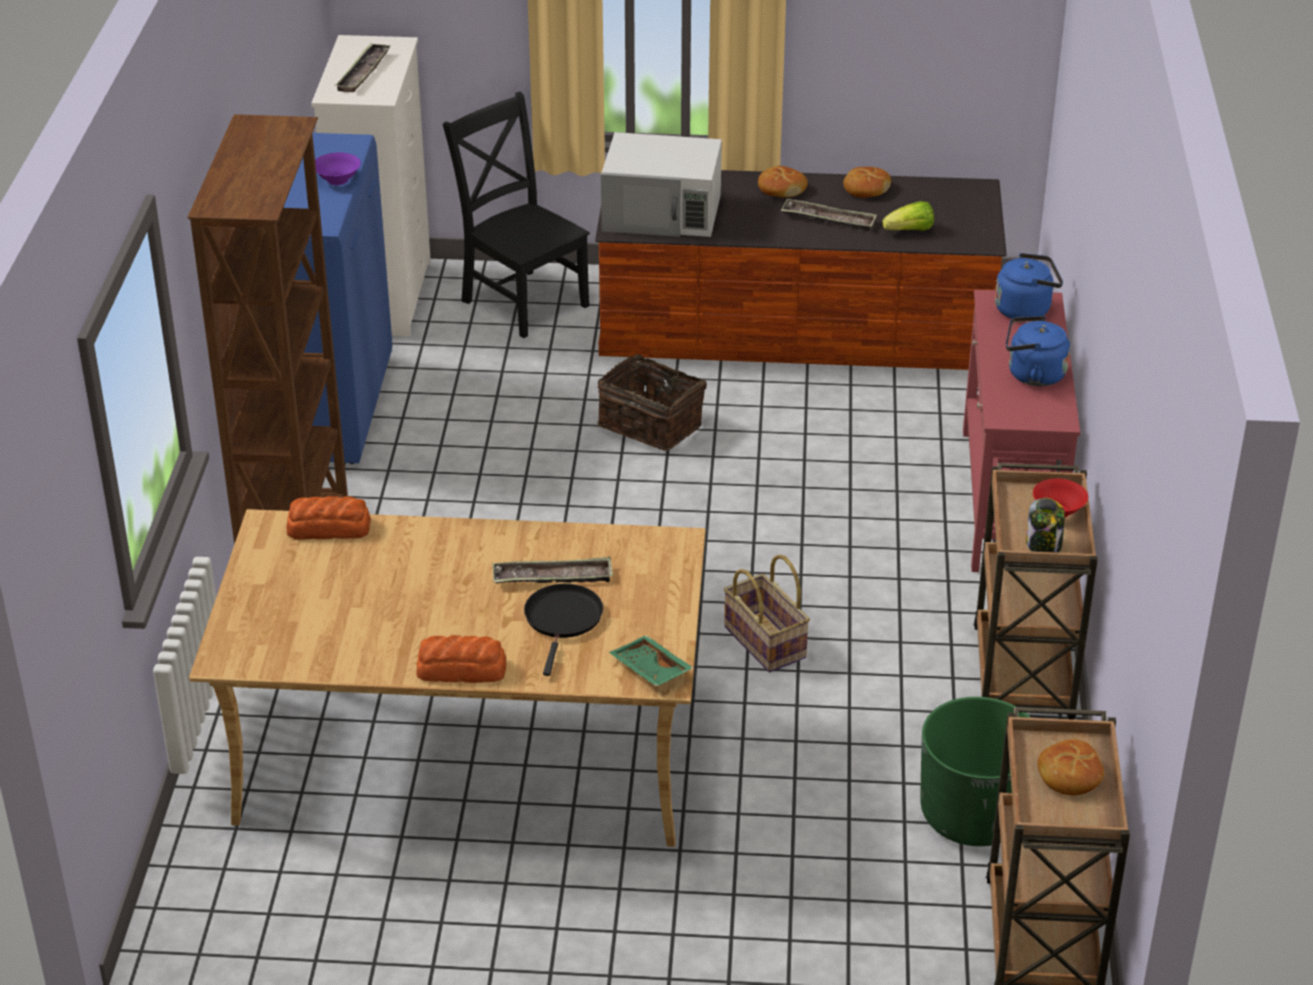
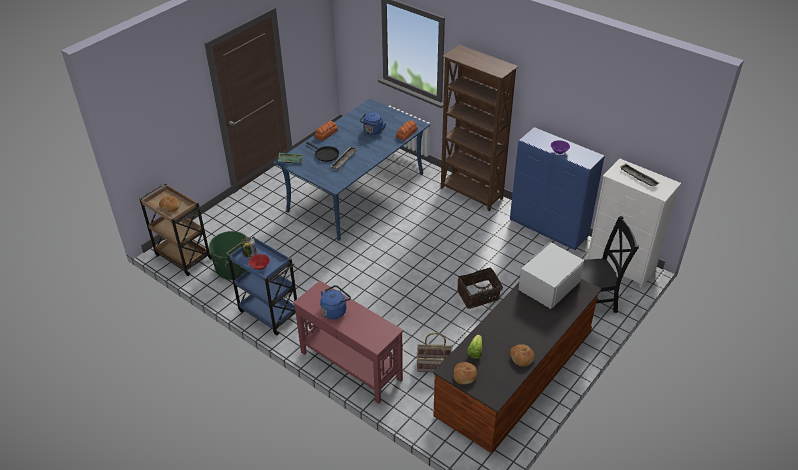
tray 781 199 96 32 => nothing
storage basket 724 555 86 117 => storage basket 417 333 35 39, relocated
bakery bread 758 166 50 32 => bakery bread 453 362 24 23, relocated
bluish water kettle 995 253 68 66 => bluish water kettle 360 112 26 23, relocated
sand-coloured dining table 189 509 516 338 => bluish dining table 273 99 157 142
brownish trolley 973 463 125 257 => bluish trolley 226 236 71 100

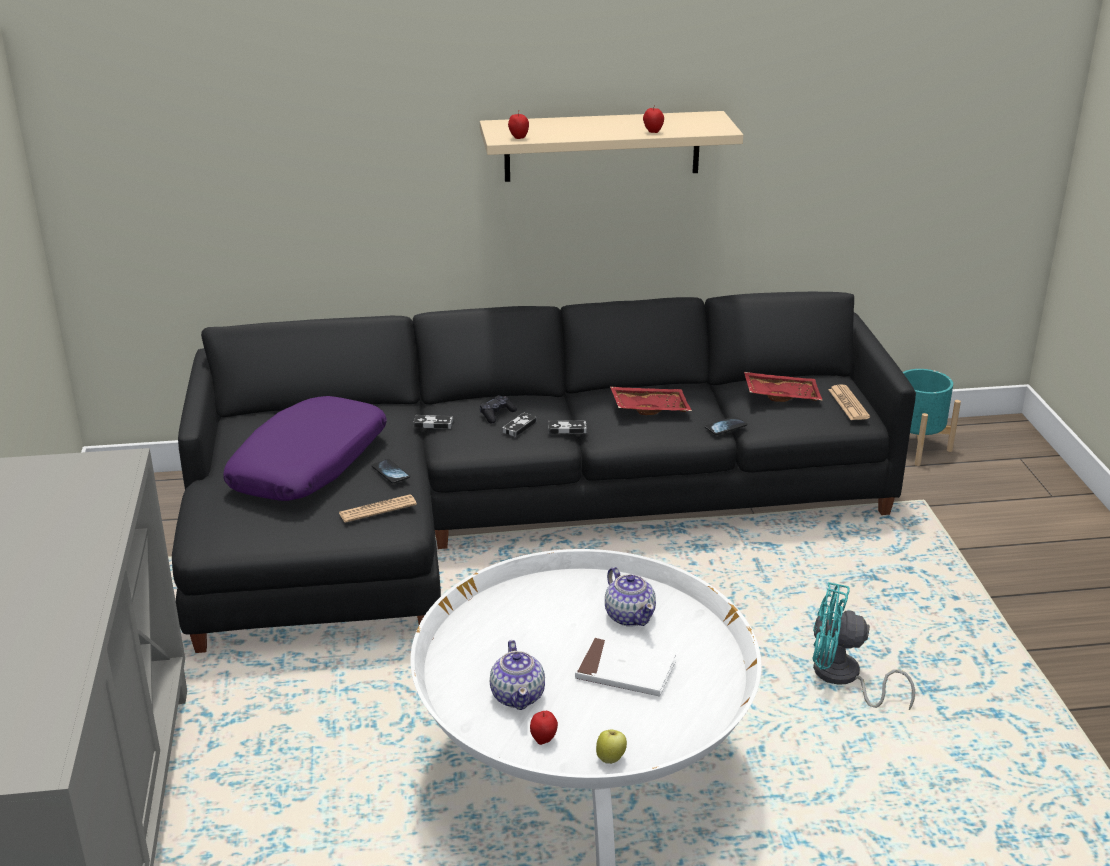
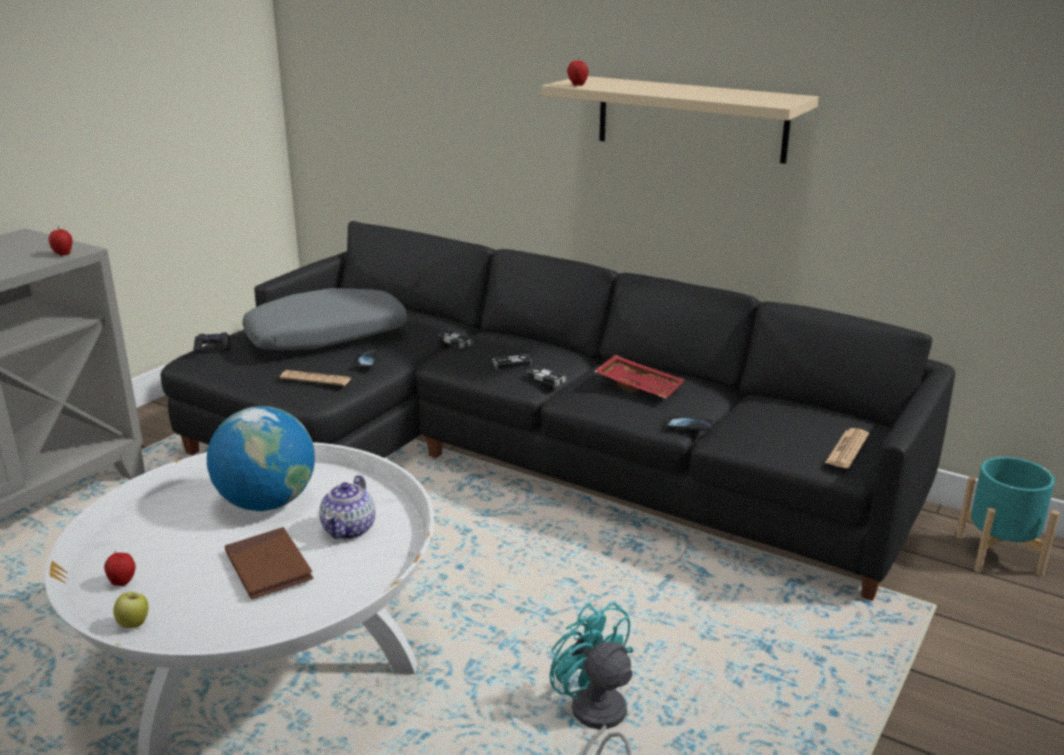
pot for tea 490 640 55 70 => nothing
red-coloured tray 744 372 78 30 => nothing
nothing => world globe 207 406 108 105
black-coloured game controller 480 395 37 28 => black-coloured game controller 193 333 38 20, relocated
apple 643 105 21 28 => apple 49 227 23 29, relocated
purplish pillow 223 396 164 105 => greyish pillow 242 288 166 62
whitish volume 575 637 101 59 => brownish volume 225 527 89 72

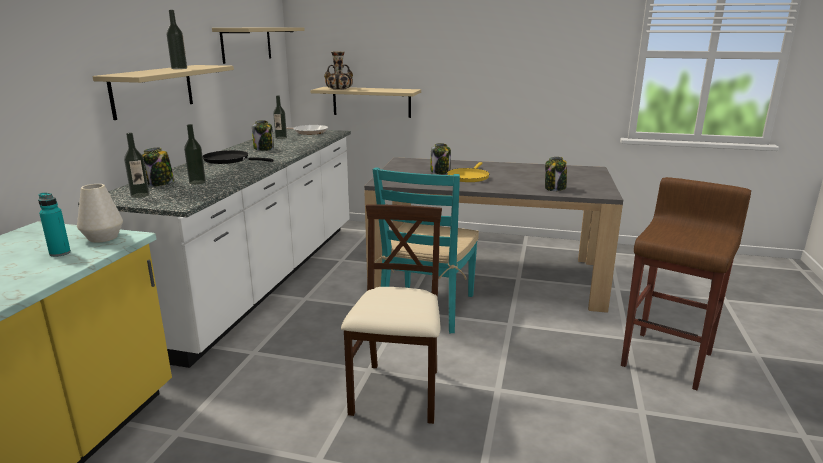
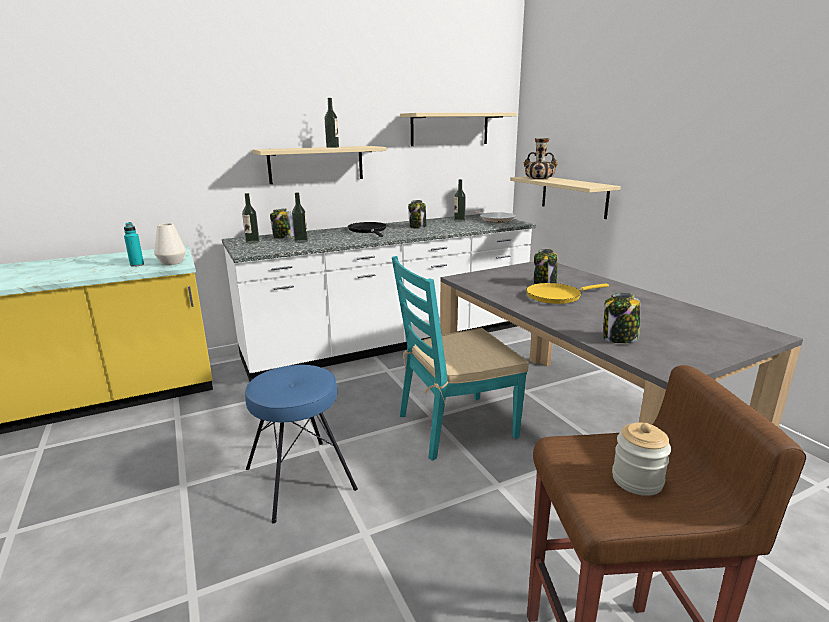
nothing => storage jar 612 423 59 73
sand-coloured plain chair 341 204 101 220 => bluish stool 245 365 113 158

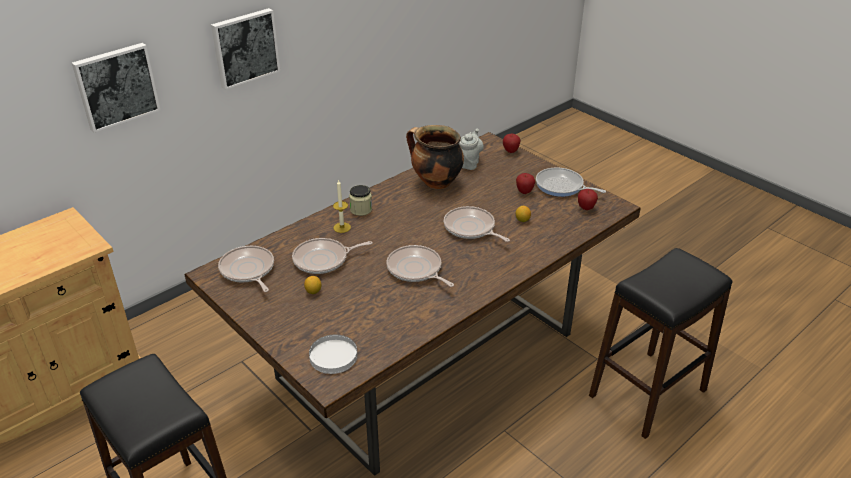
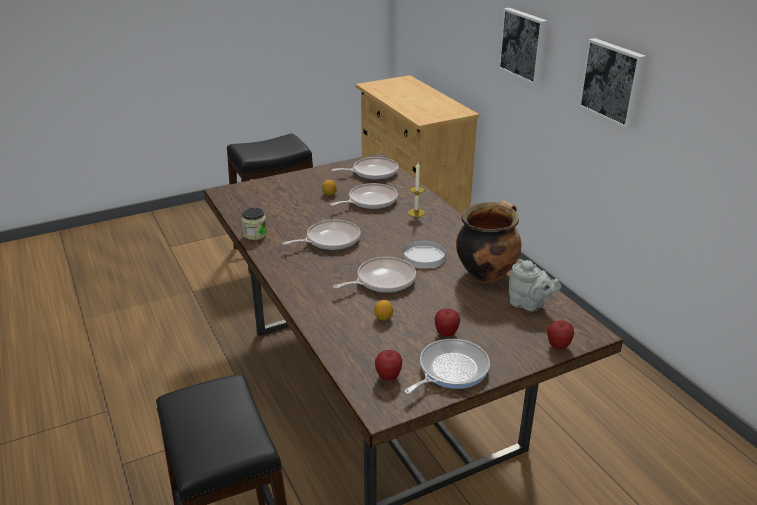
whitish plate 309 335 48 39 => whitish plate 403 240 43 28, relocated
storage jar 349 185 23 31 => storage jar 241 208 26 32, relocated
skillet 292 238 81 36 => skillet 330 183 68 26, 60 degrees clockwise

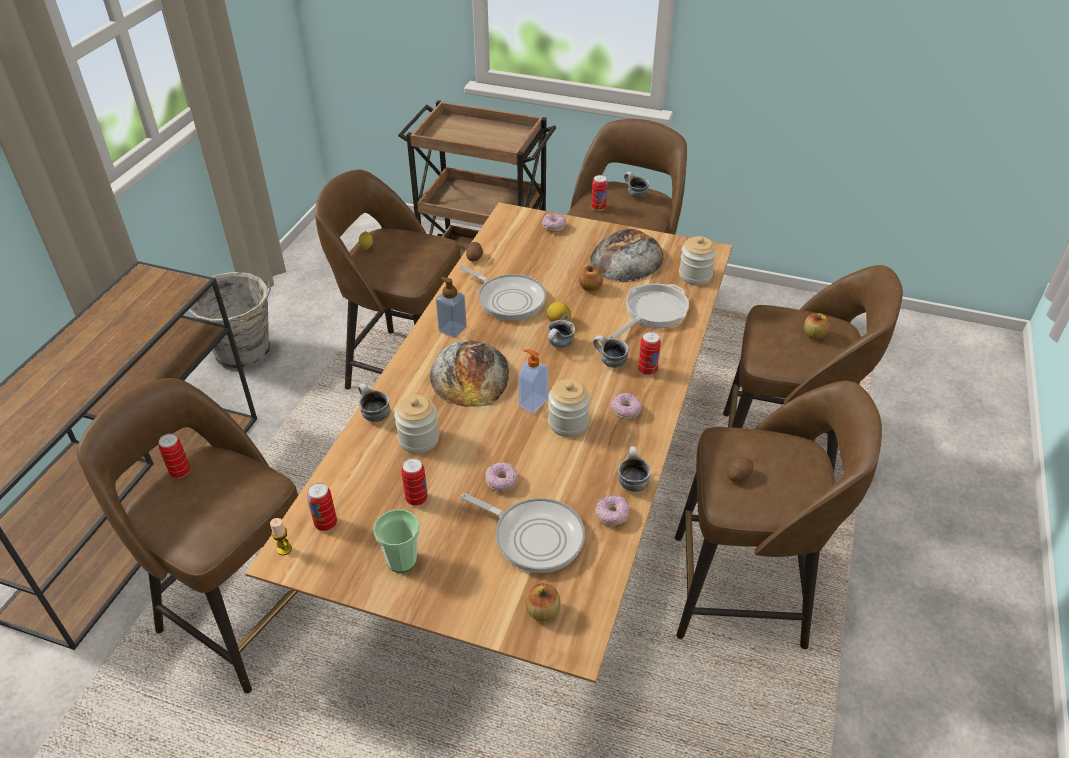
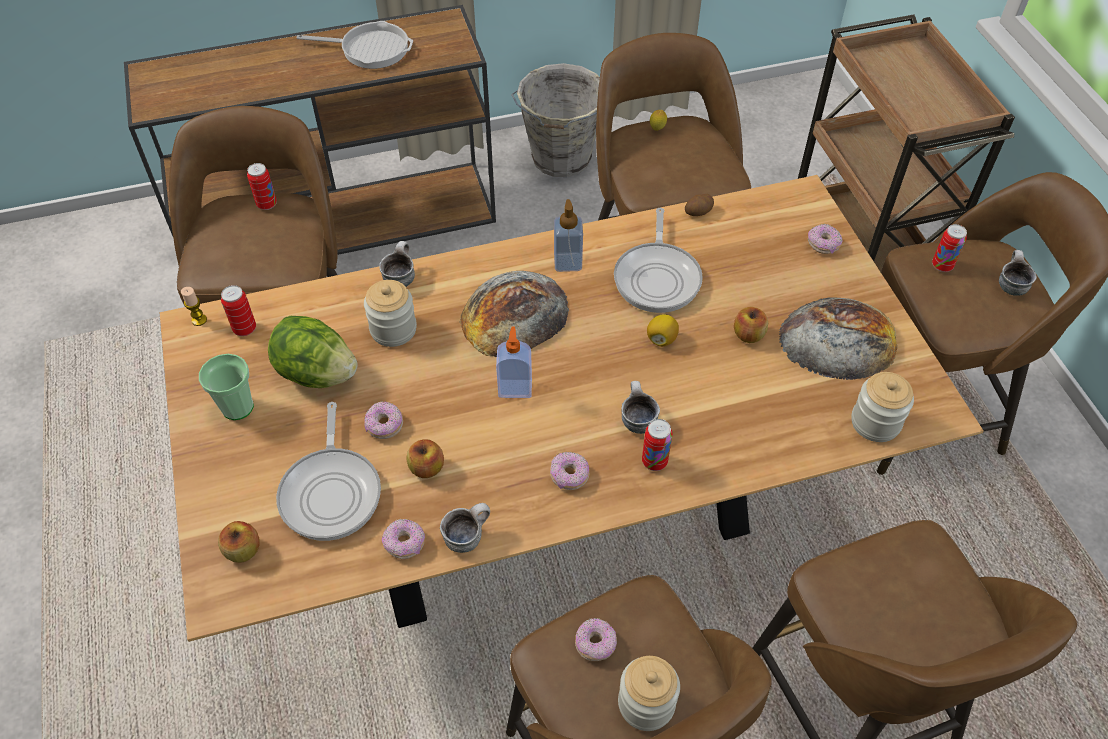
mug 548 320 27 28 => nothing
storage jar 548 379 42 58 => storage jar 618 656 62 75, relocated
skillet 608 283 81 56 => skillet 297 21 116 48, relocated
apple 804 313 26 26 => apple 406 439 38 39, relocated
can 401 458 27 48 => lettuce head 268 316 90 72
whole potato 727 458 26 24 => donut 575 618 42 43

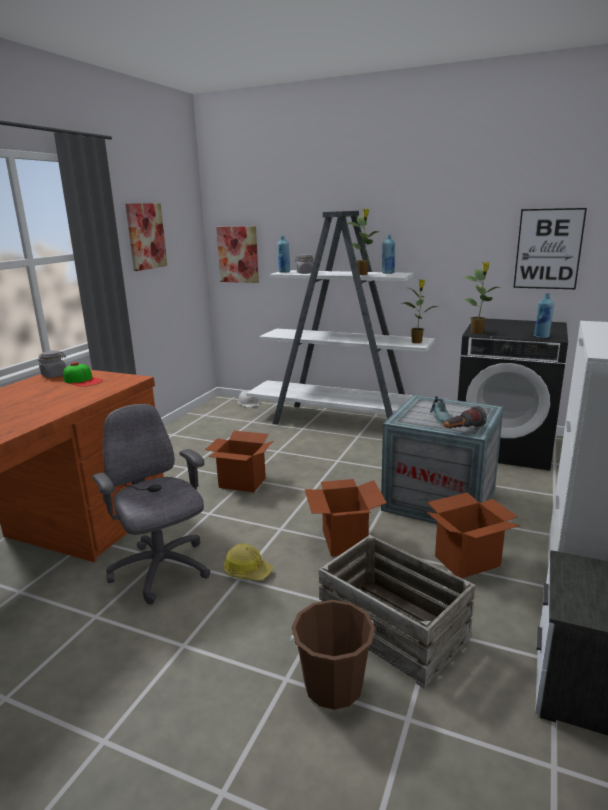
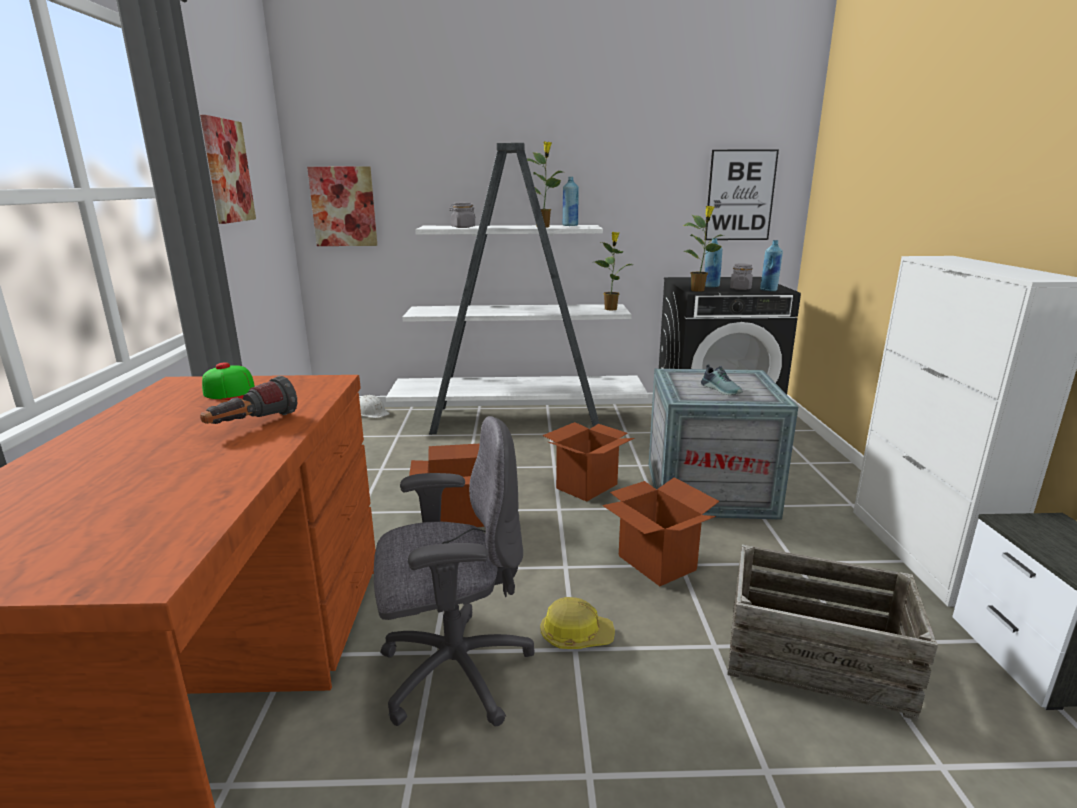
brownish pail 290 600 85 110 => nothing
greyish storage jar 38 350 28 28 => greyish storage jar 730 263 23 27, relocated
bluish drink bottle 277 236 13 37 => bluish drink bottle 704 238 18 49, relocated
cardboard box 427 492 93 86 => cardboard box 543 422 92 80, relocated
hand torch 443 406 44 23 => hand torch 200 376 97 48, relocated
greyish desk chair 92 404 118 200 => greyish desk chair 374 416 161 310, 135 degrees clockwise

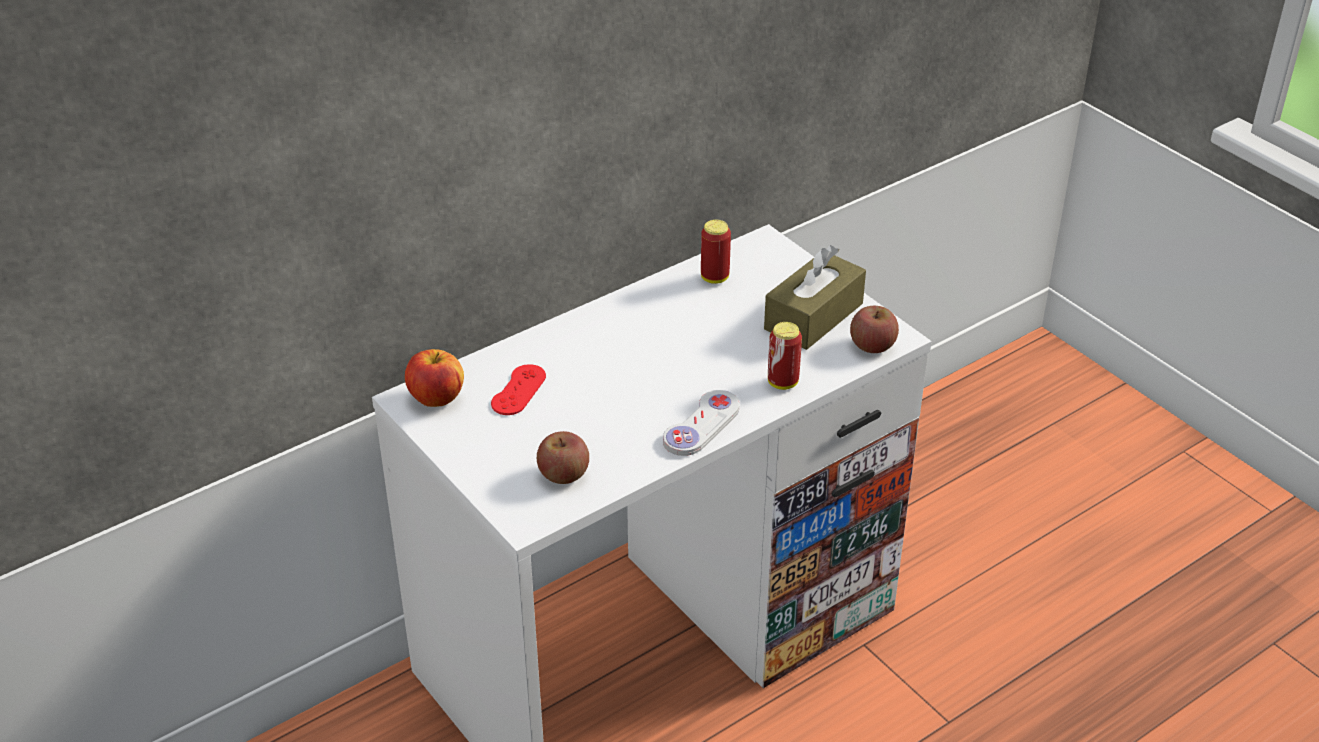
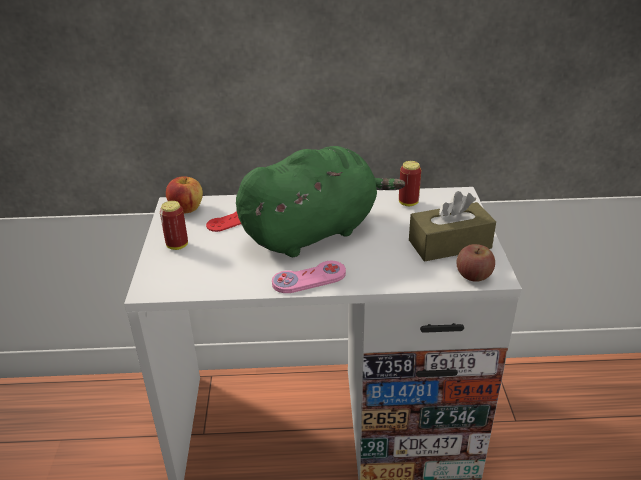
apple 537 431 52 53 => nothing
nothing => green-coloured cuddly toy 236 146 169 111
can 768 322 34 68 => can 160 201 28 49, relocated
whitish game controller 663 390 77 66 => pink-coloured game controller 272 261 74 32

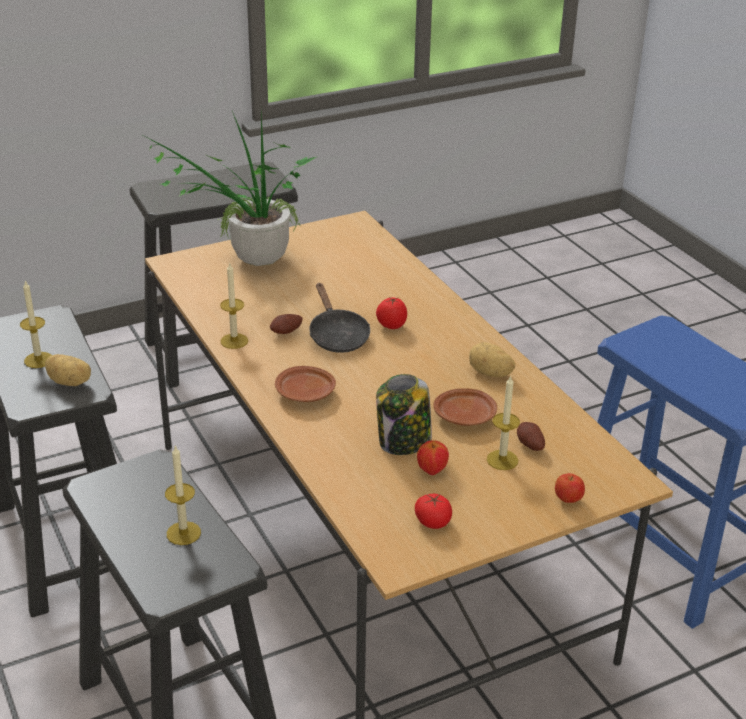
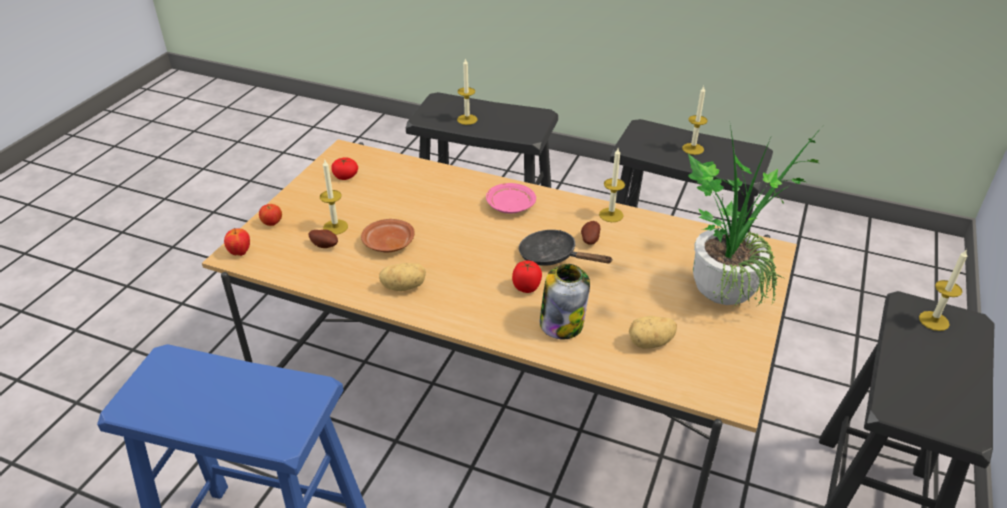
nothing => candle 919 249 48 82
whole potato 45 354 46 32 => whole potato 629 316 48 33, relocated
storage jar 376 374 56 81 => storage jar 540 264 50 75, relocated
apple 417 441 32 34 => apple 224 228 26 28, relocated
brownish plate 275 366 61 36 => pink-coloured plate 486 183 50 31

